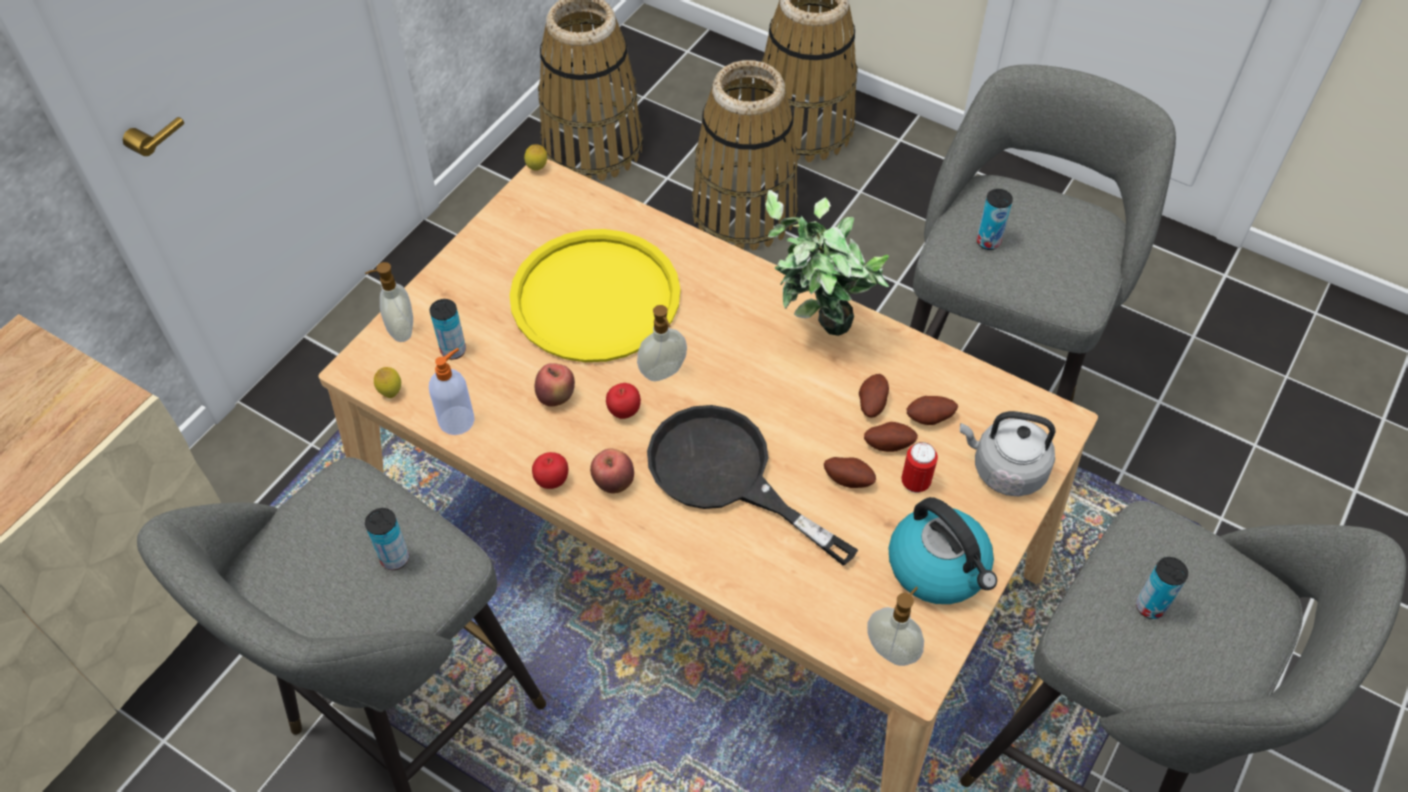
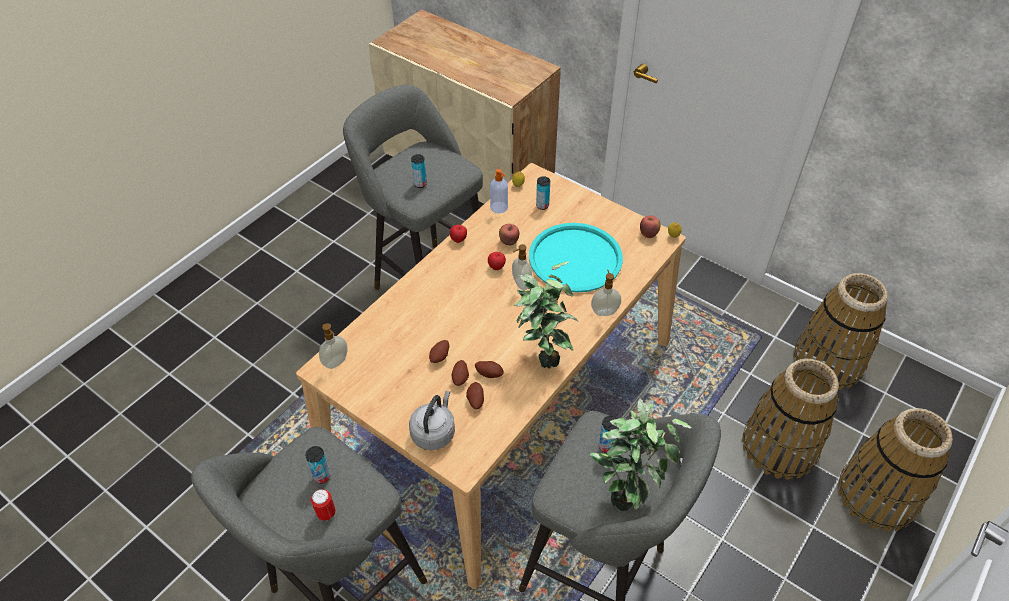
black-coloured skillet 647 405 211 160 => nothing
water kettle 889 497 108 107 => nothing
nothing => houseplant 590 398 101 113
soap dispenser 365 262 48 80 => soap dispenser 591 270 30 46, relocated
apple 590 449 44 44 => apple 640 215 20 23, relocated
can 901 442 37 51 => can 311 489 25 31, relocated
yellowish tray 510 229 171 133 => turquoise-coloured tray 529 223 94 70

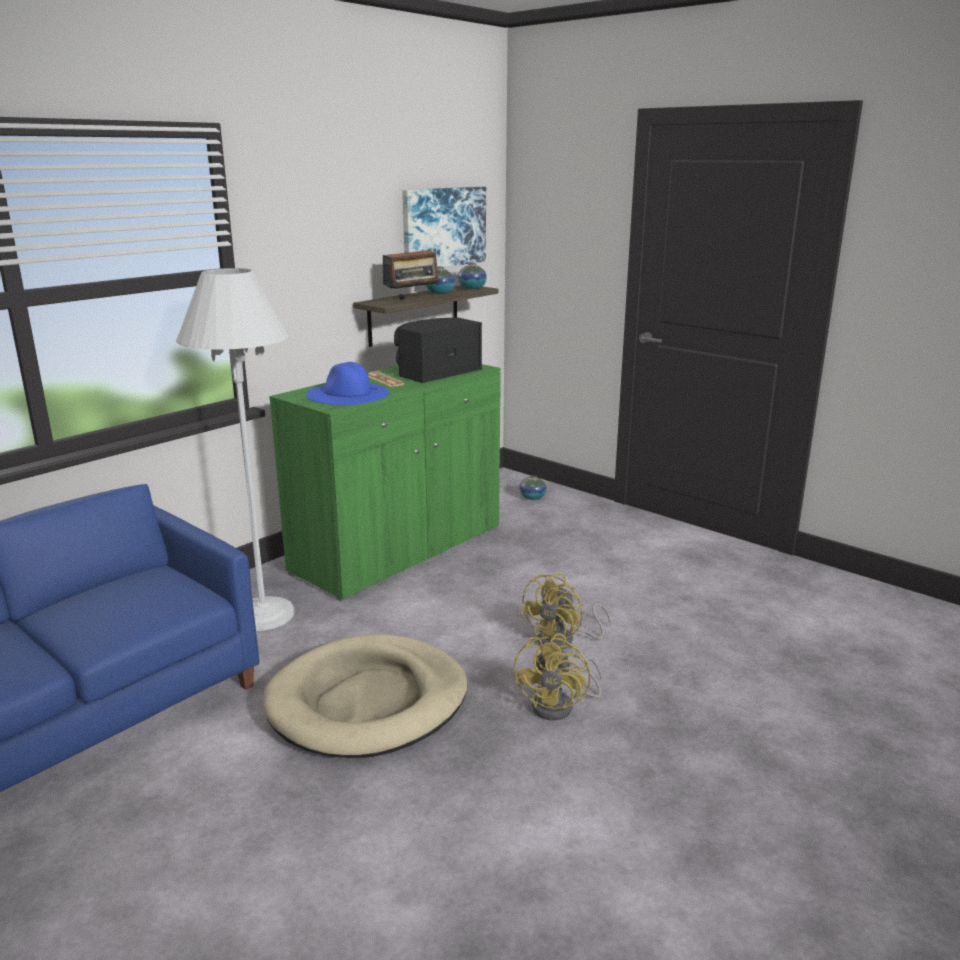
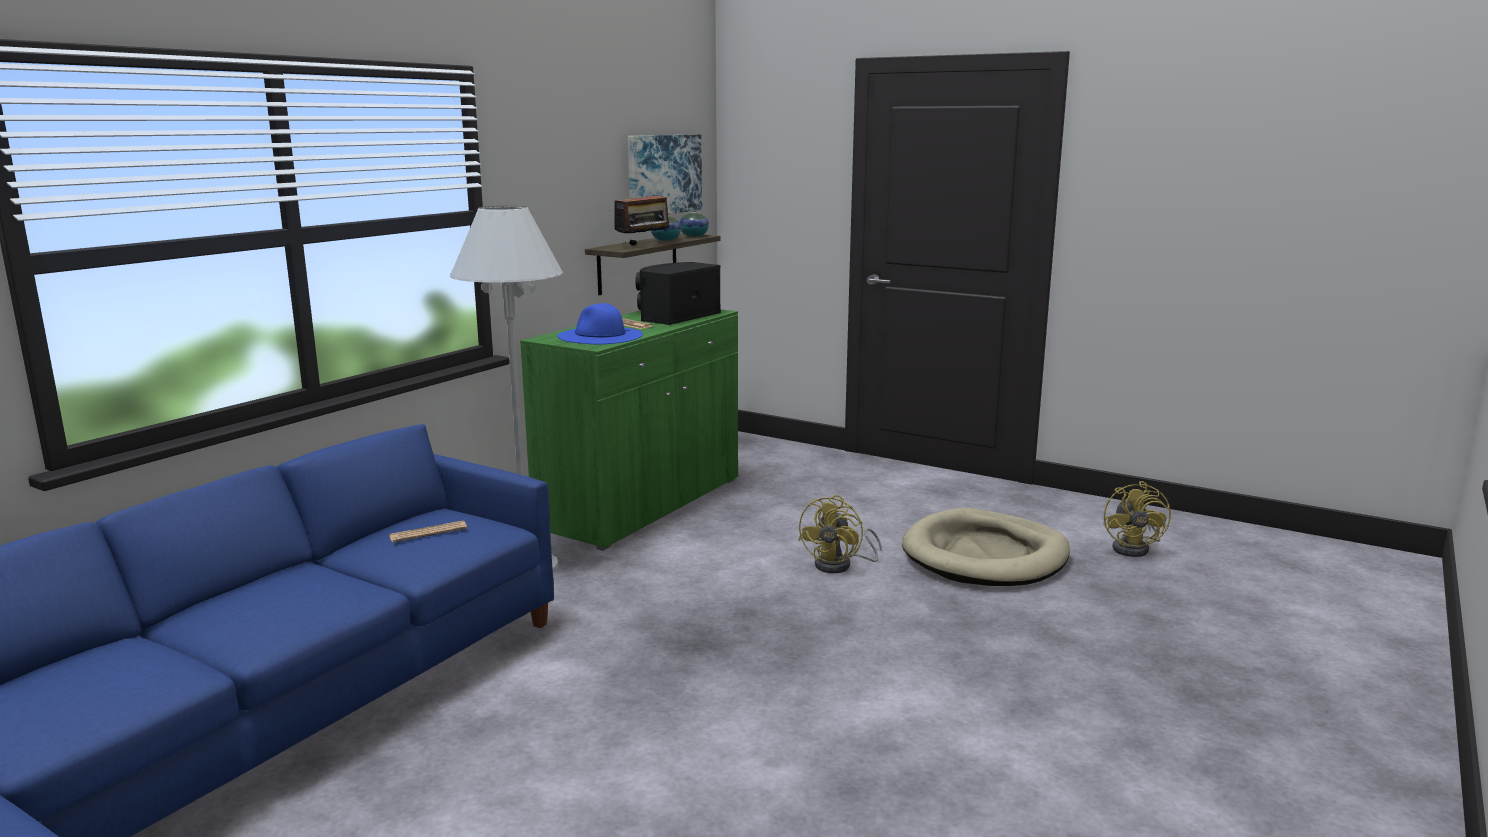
vase 520 475 26 25 => nothing
nothing => printed paper 389 521 78 21
sand-coloured dog bed 263 634 205 124 => sand-coloured dog bed 902 508 168 78, relocated
yellowish cooling fan 514 633 88 87 => yellowish cooling fan 1103 481 68 76, relocated

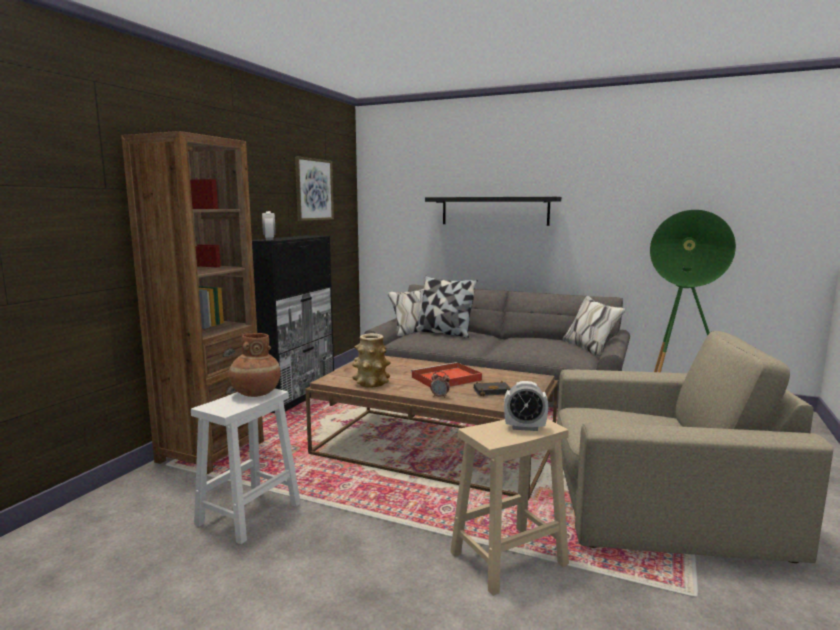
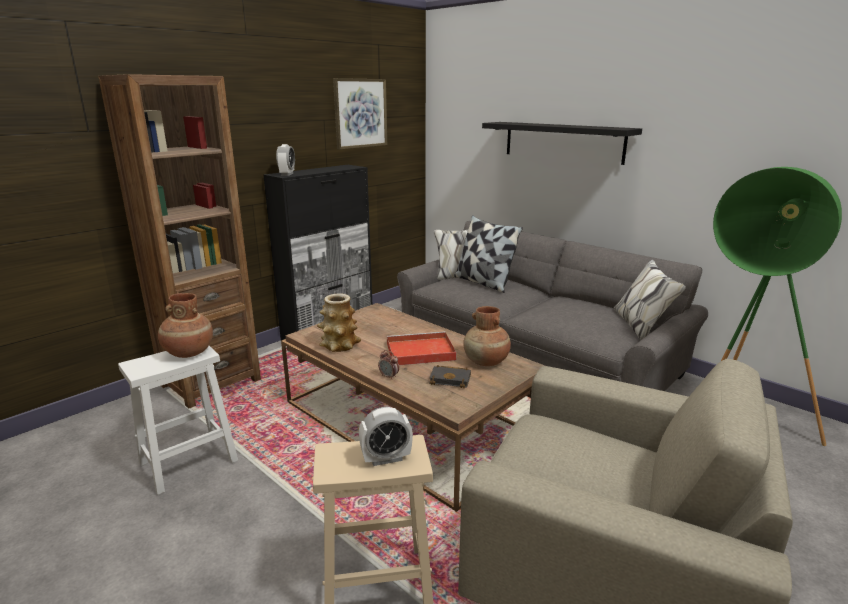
nothing => brownish vase 463 306 48 60
table clock 504 381 44 50 => table clock 359 407 54 59, 45 degrees counterclockwise

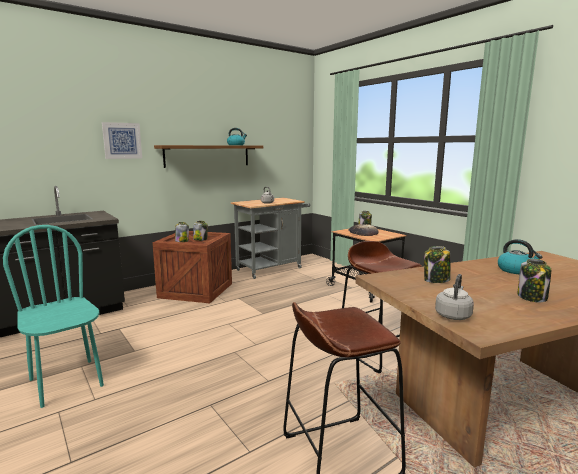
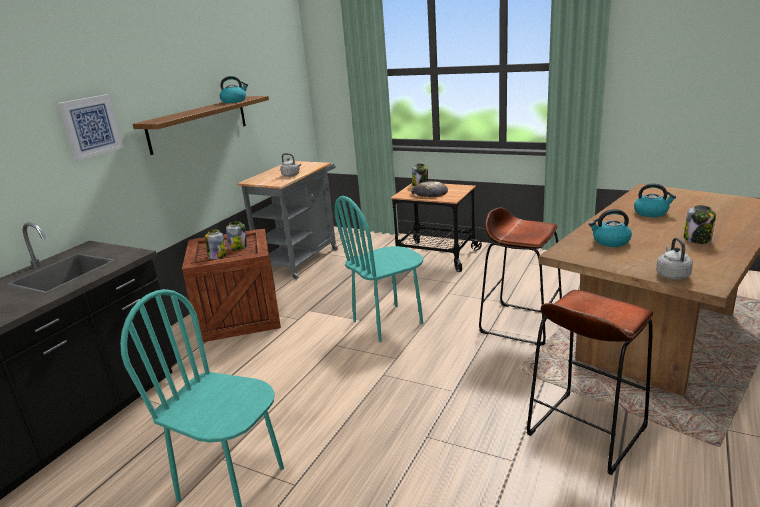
nothing => turquoise-coloured plain chair 334 196 89 146
storage jar 424 246 27 37 => water kettle 589 209 43 38

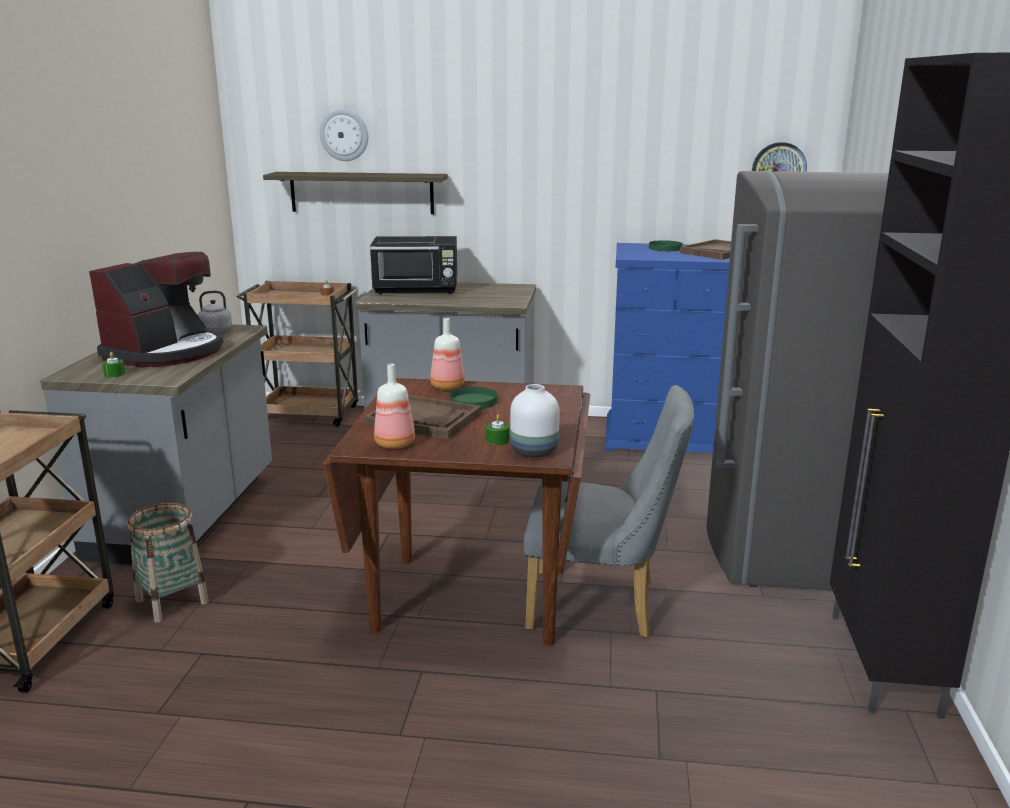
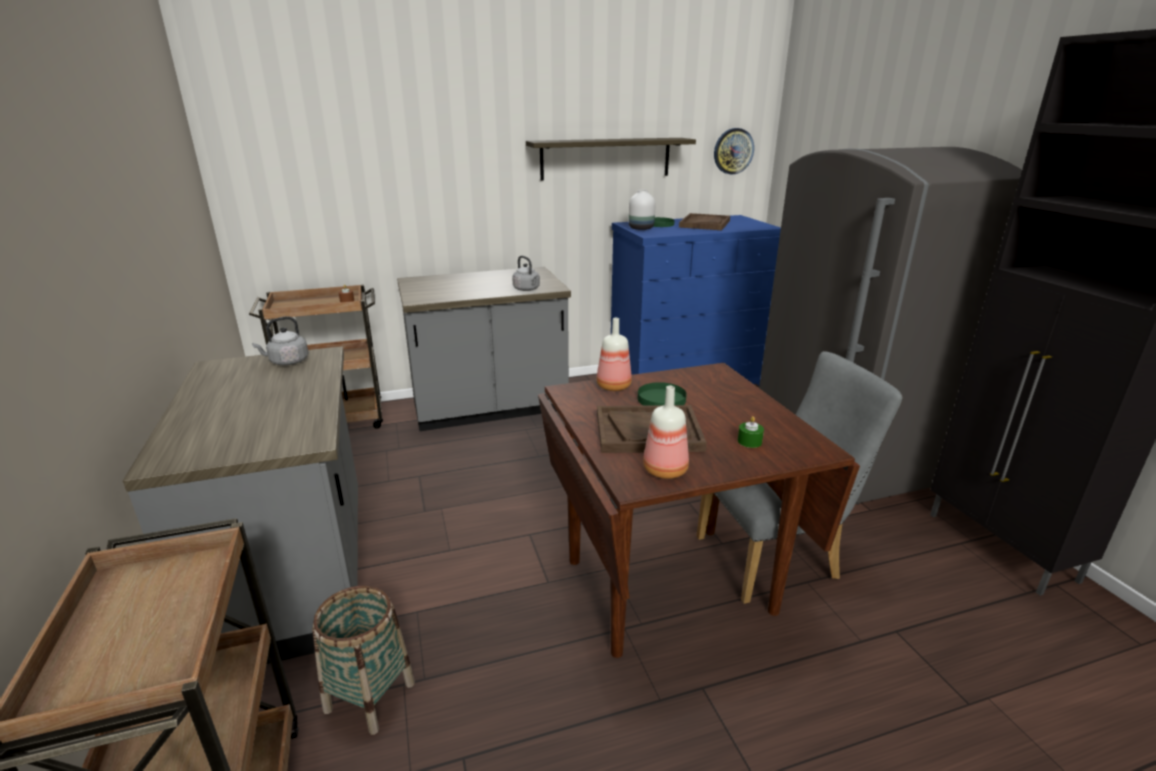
coffee maker 89 252 134 115 => nothing
green-coloured candle 102 352 23 25 => nothing
wall clock 320 109 48 52 => nothing
black-coloured microwave oven 370 236 87 58 => nothing
nothing => greyish water kettle 512 256 28 35
wall shelf 263 172 185 42 => wall shelf 526 138 170 43, relocated
whitish vase 510 384 50 74 => whitish vase 628 190 28 40, relocated

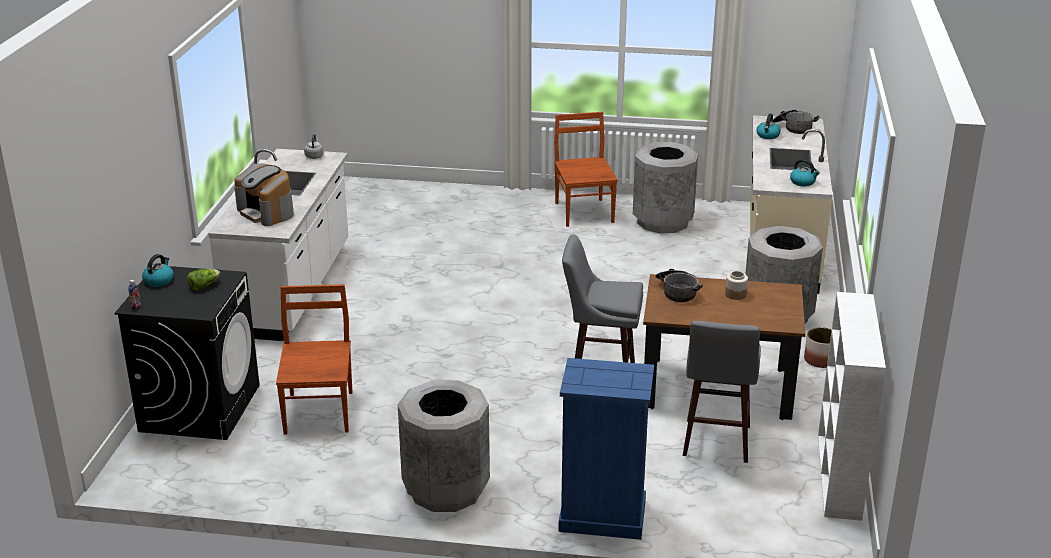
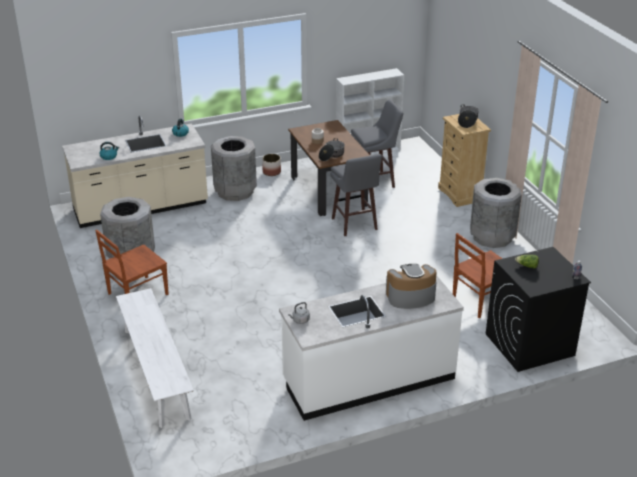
water kettle 142 254 31 33 => nothing
nothing => whitish bench 116 288 78 140
saucepot 773 110 46 24 => saucepot 458 104 21 24, relocated
bluish chest of drawers 558 358 96 182 => sand-coloured chest of drawers 438 114 53 93
coffee maker 234 163 60 63 => coffee maker 386 264 51 45, 120 degrees counterclockwise

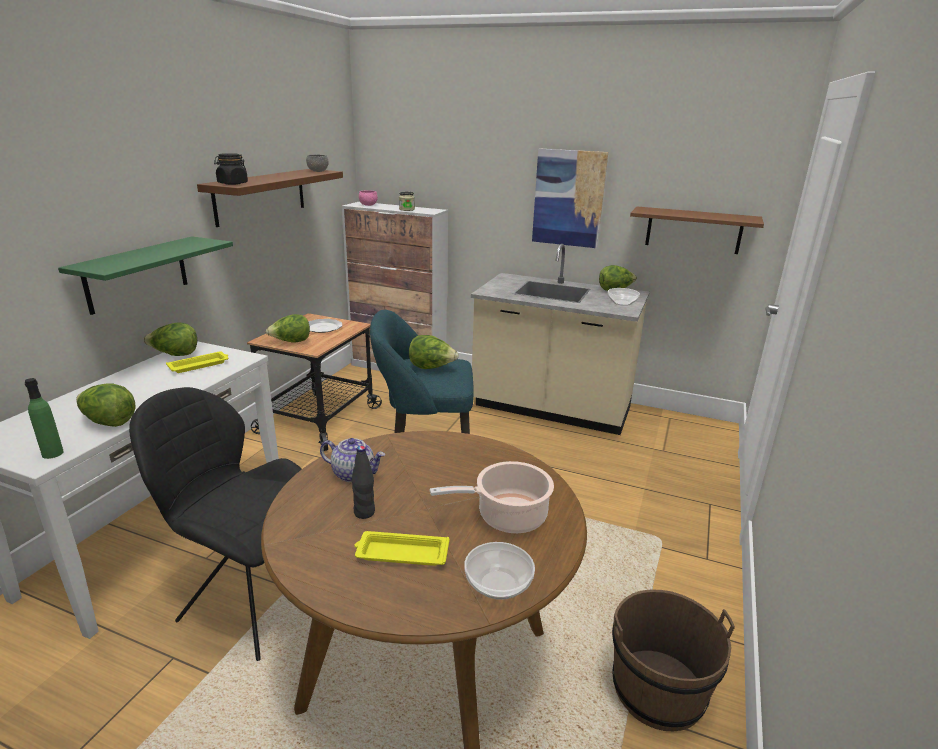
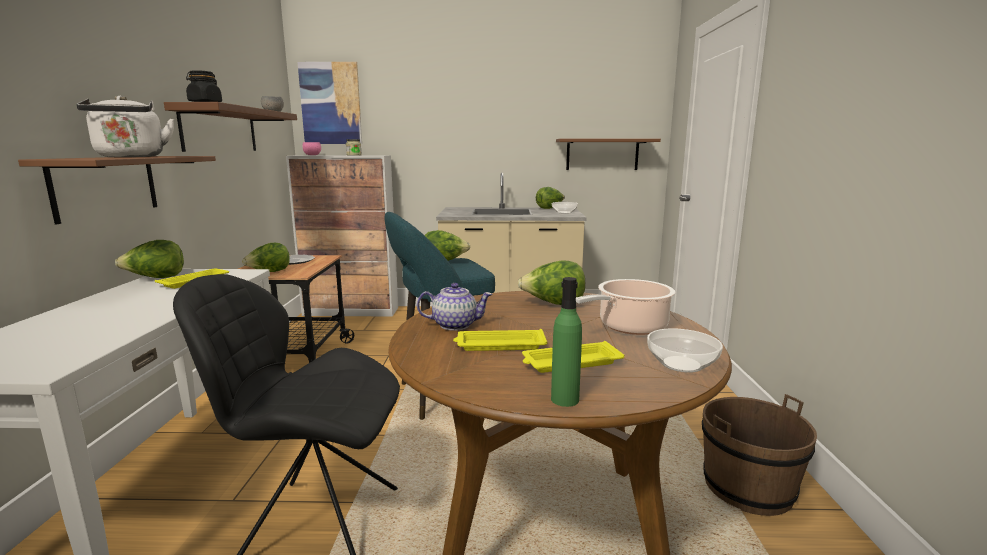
nothing => whitish water kettle 76 96 98 61
green-coloured drink bottle 25 378 39 81 => green-coloured drink bottle 551 277 31 130, relocated
lettuce head 76 383 59 44 => lettuce head 518 260 67 45, relocated
picture 532 148 76 100 => picture 297 62 65 82, relocated
black-coloured drink bottle 352 446 23 73 => yellowish tray 453 329 94 22
green-coloured wall shelf 58 236 175 79 => brownish wall shelf 18 156 198 68

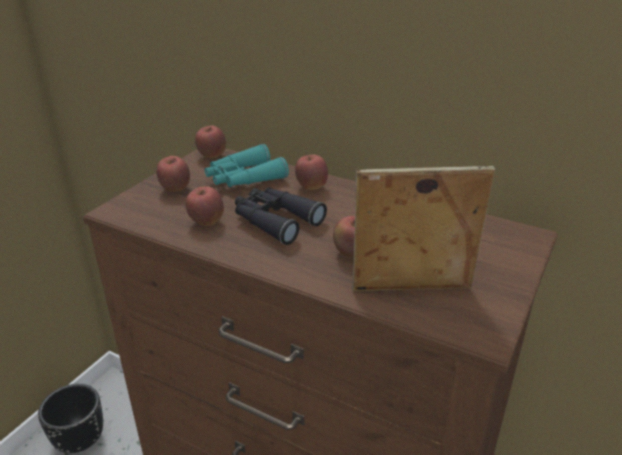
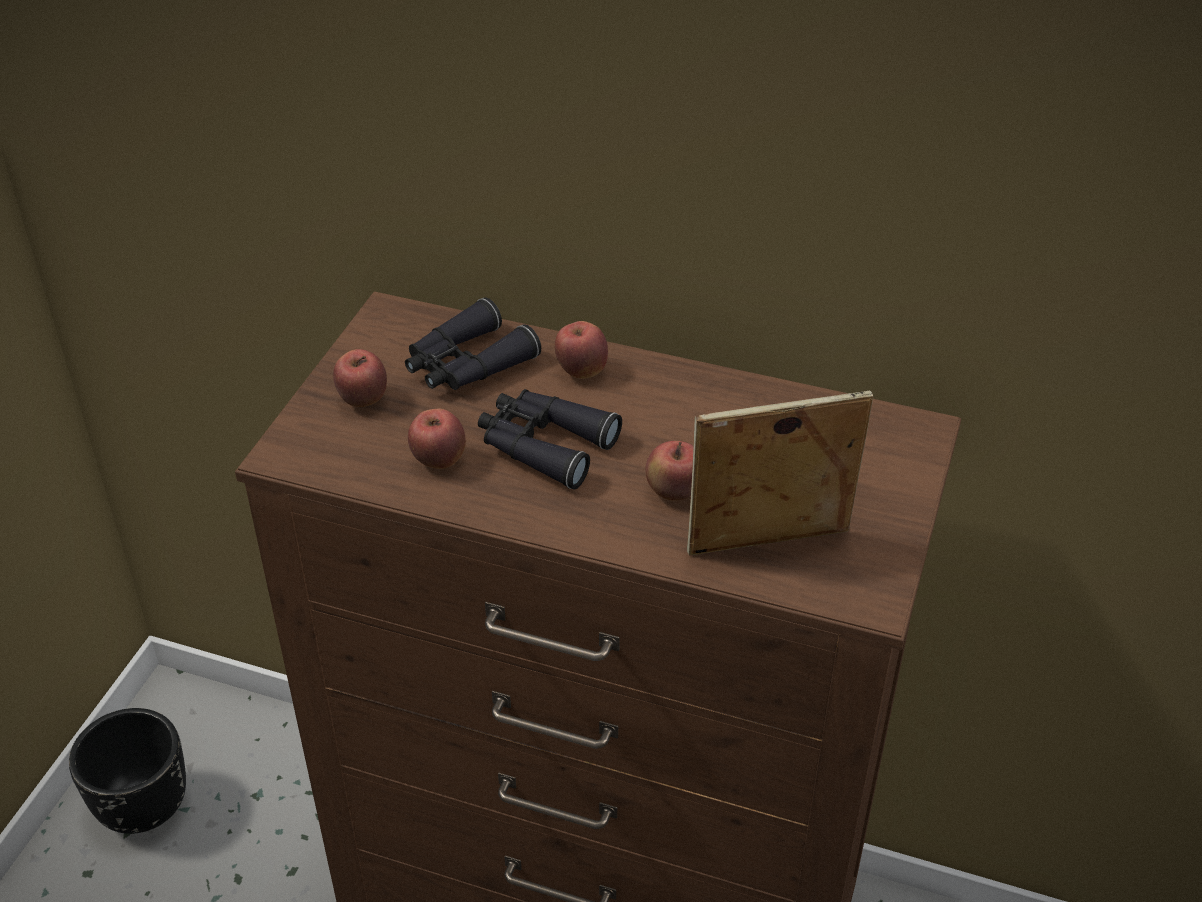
apple 195 126 31 32 => nothing
turquoise-coloured field glasses 205 144 84 43 => black-coloured field glasses 405 298 136 92

